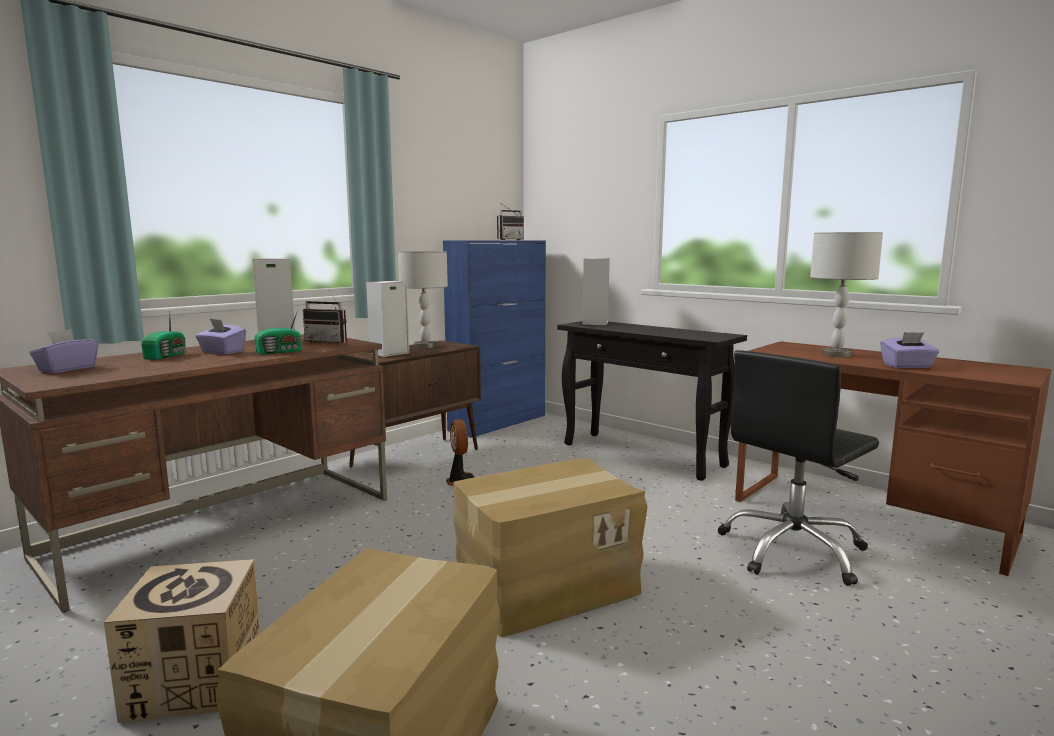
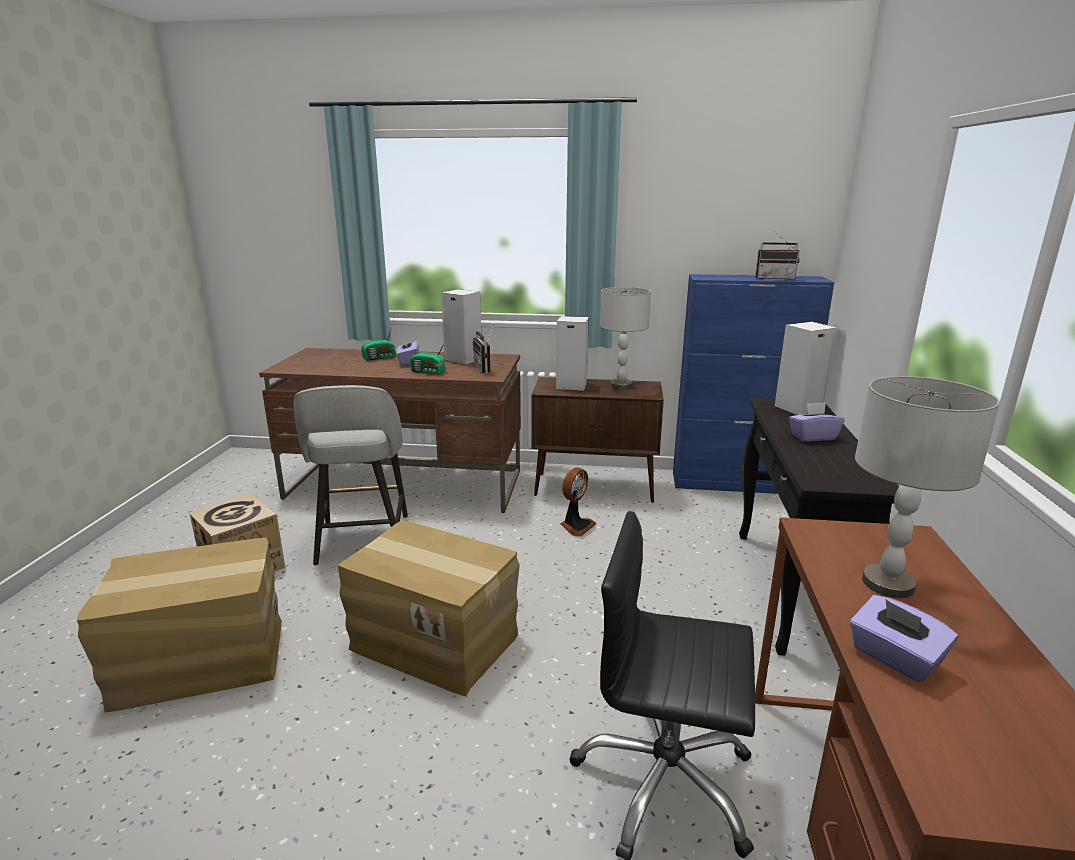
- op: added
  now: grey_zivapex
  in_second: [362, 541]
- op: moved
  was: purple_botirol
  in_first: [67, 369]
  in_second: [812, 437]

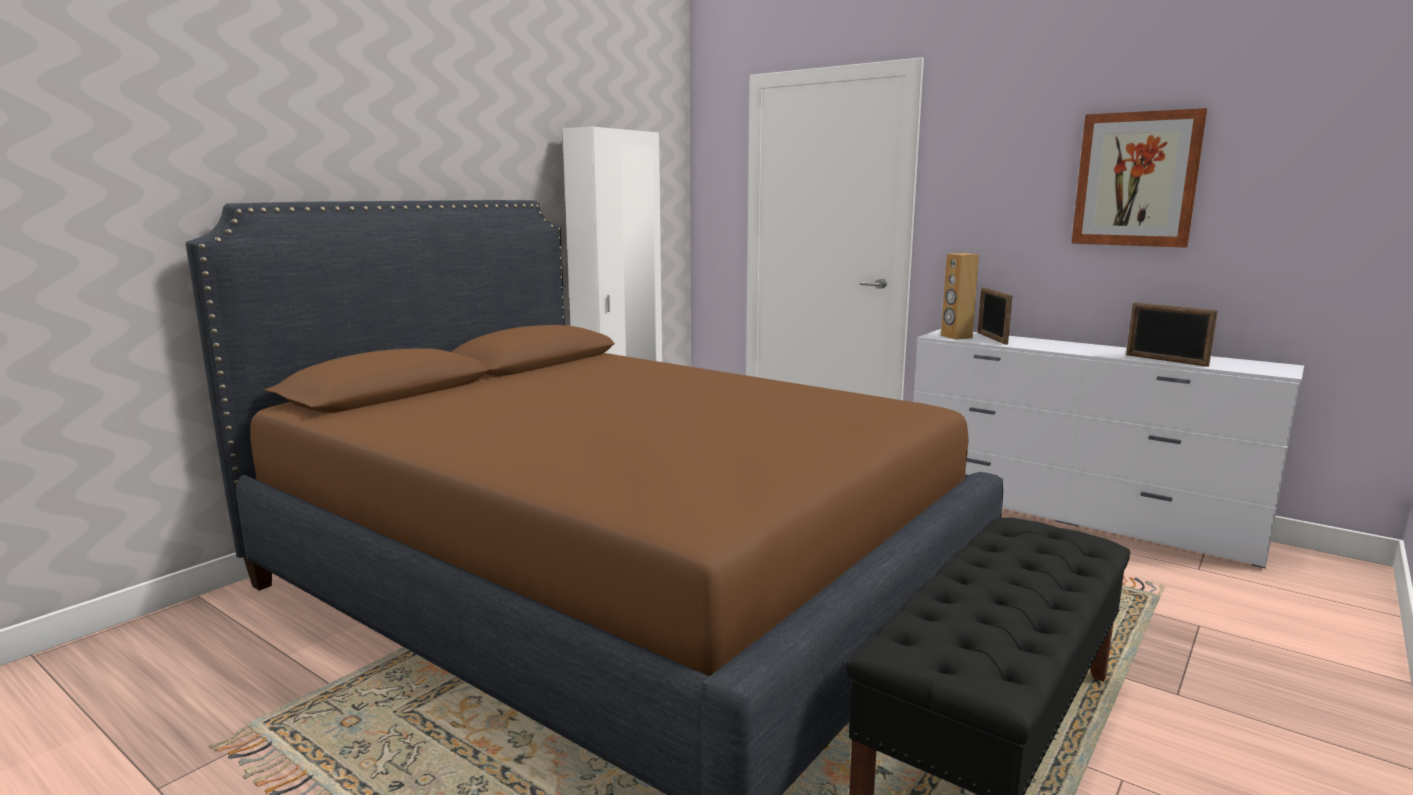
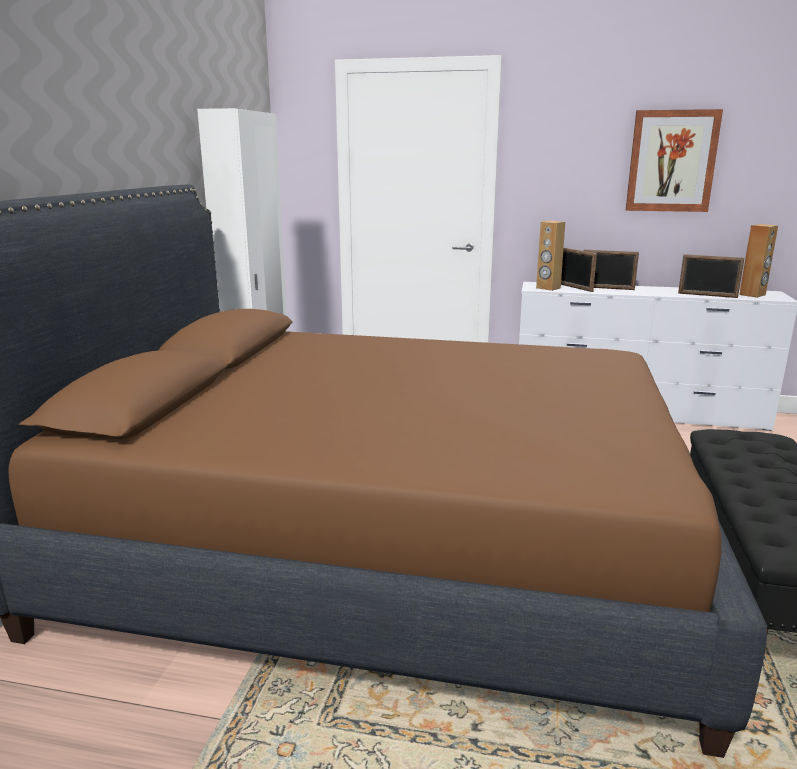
- op: added
  now: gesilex
  in_second: [607, 288]
- op: added
  now: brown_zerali
  in_second: [752, 295]

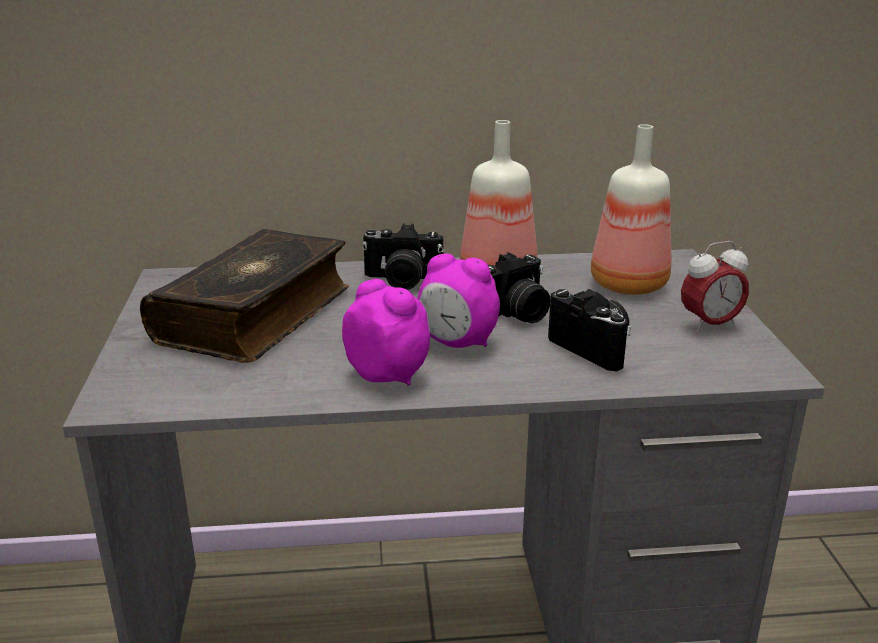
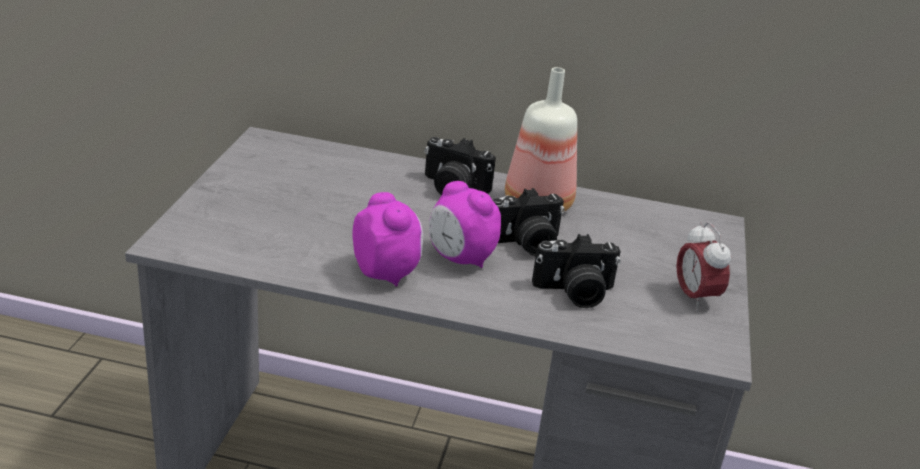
- op: turned
  was: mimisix
  in_first: [595, 348]
  in_second: [574, 293]
  clockwise: 105
- op: turned
  was: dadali
  in_first: [709, 325]
  in_second: [694, 298]
  clockwise: 75
- op: removed
  was: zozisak
  in_first: [257, 315]
- op: removed
  was: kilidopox
  in_first: [629, 286]

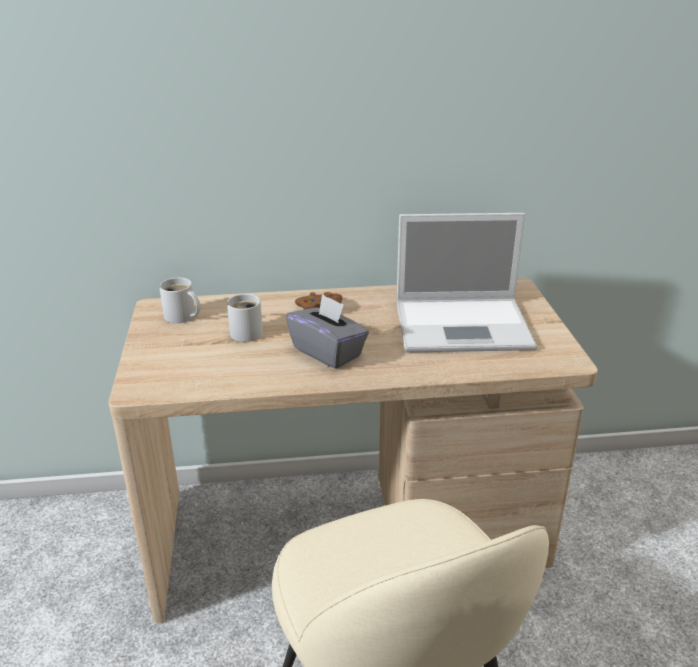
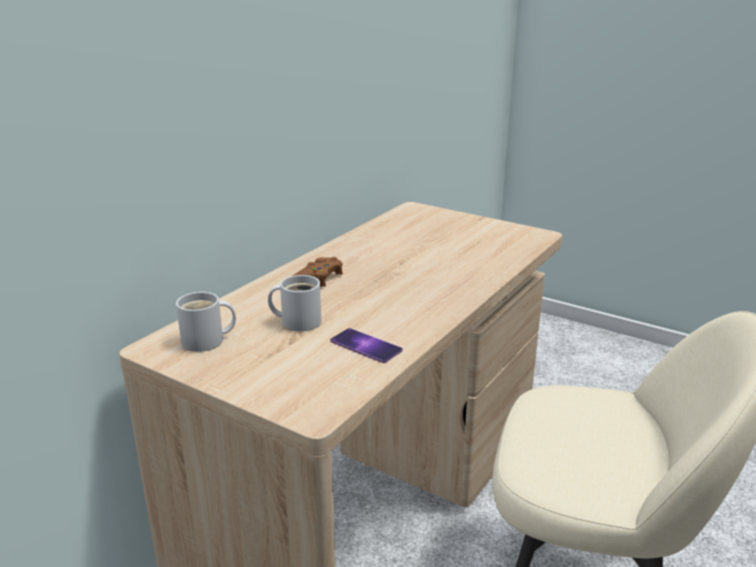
- op: added
  now: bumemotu
  in_second: [366, 346]
- op: removed
  was: grey_botirol
  in_first: [328, 352]
- op: removed
  was: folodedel
  in_first: [465, 325]

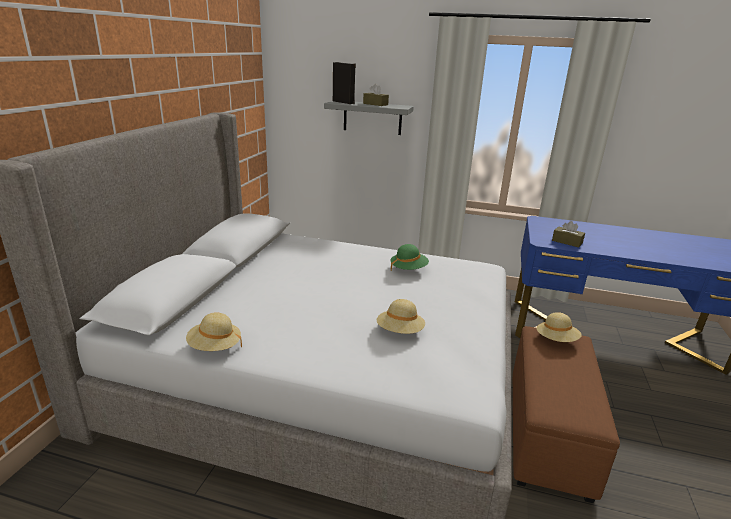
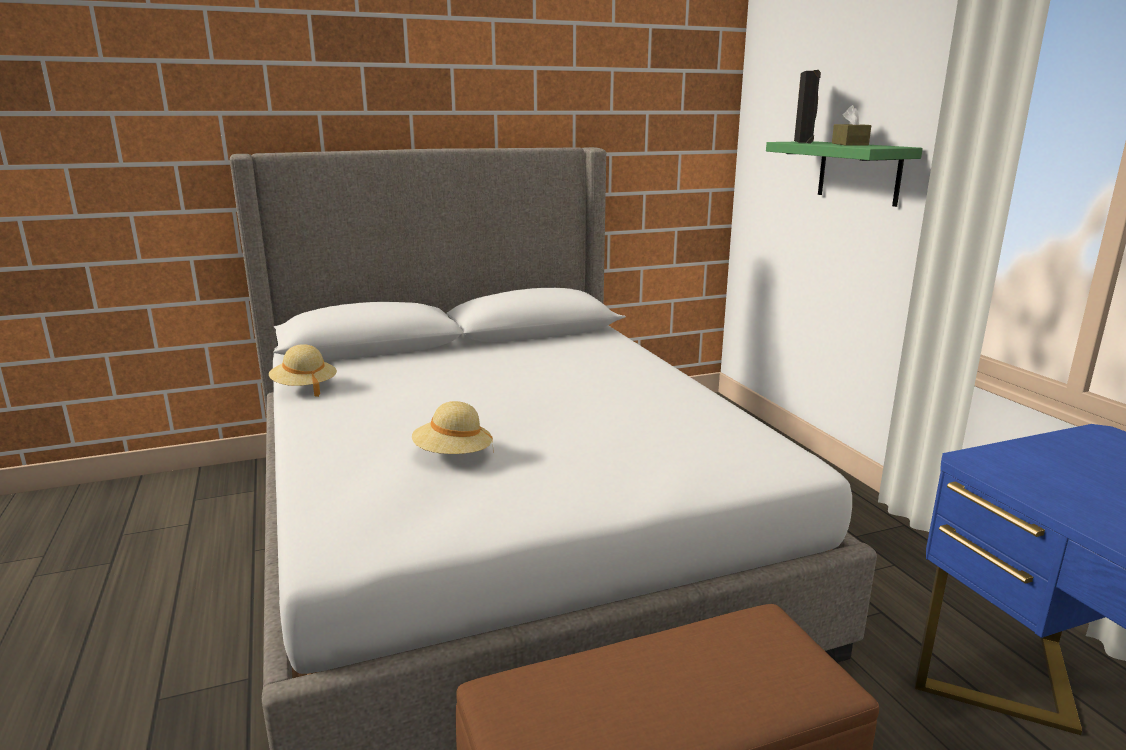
- op: recoloured
  was: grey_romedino
  now: green_romedino
  in_first: [372, 117]
  in_second: [859, 172]
- op: removed
  was: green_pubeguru
  in_first: [408, 269]
- op: removed
  was: beige_pubeguru
  in_first: [556, 340]
- op: removed
  was: brown_botirol
  in_first: [567, 242]

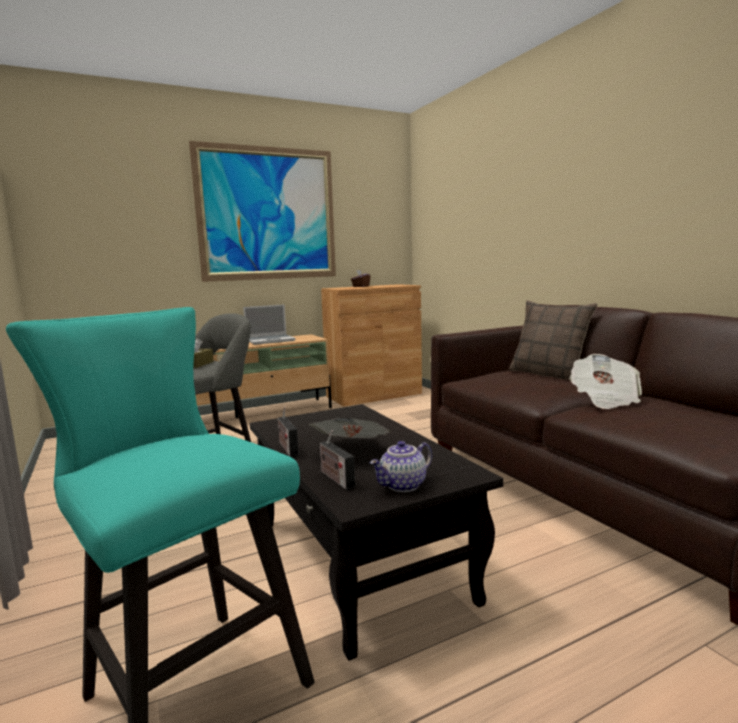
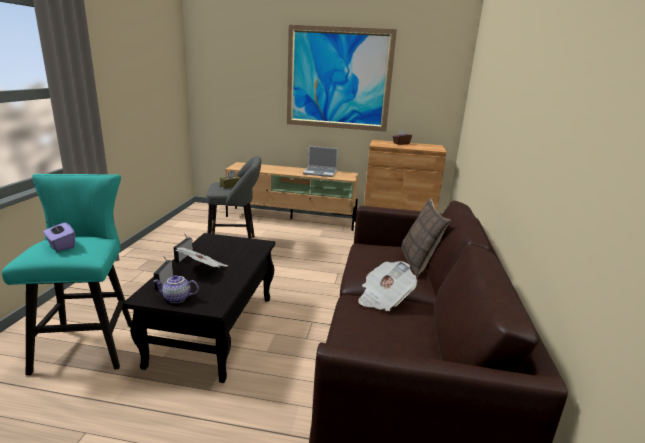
- op: added
  now: purple_botirol
  in_second: [61, 245]

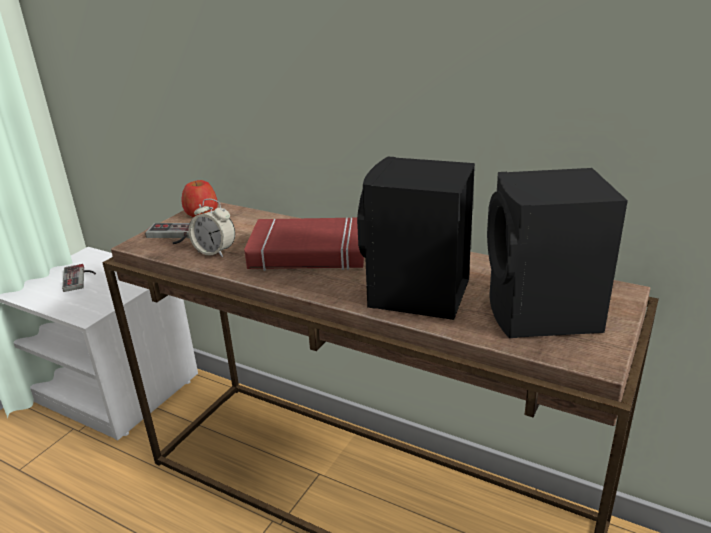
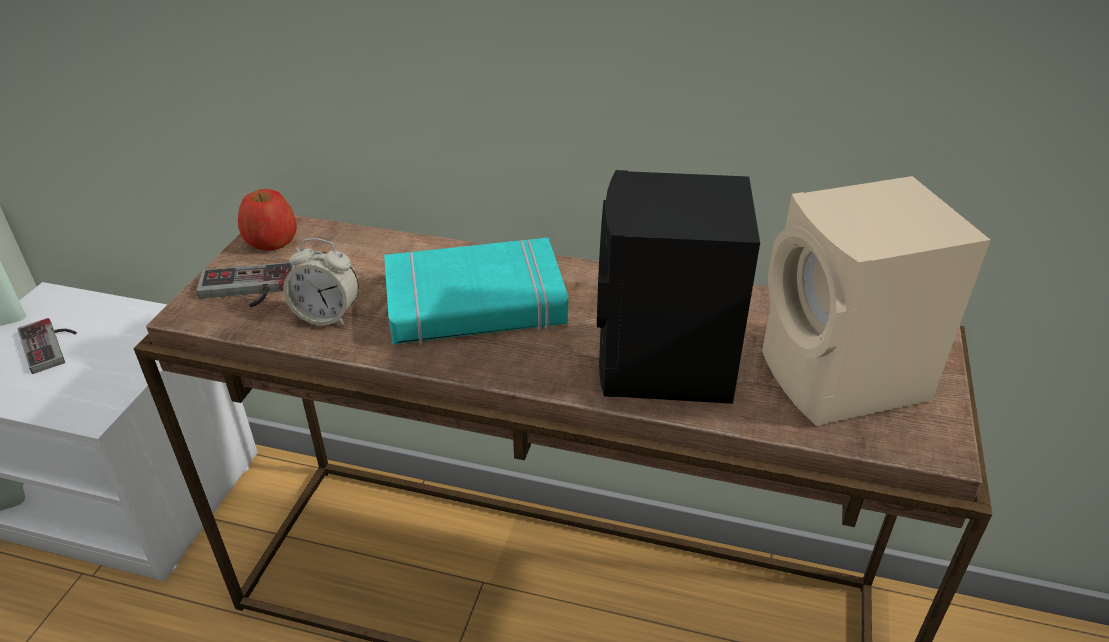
- op: recoloured
  was: red_zozisak
  now: turquoise_zozisak
  in_first: [308, 253]
  in_second: [475, 303]
- op: recoloured
  was: black_zerali
  now: beige_zerali
  in_first: [542, 315]
  in_second: [844, 380]

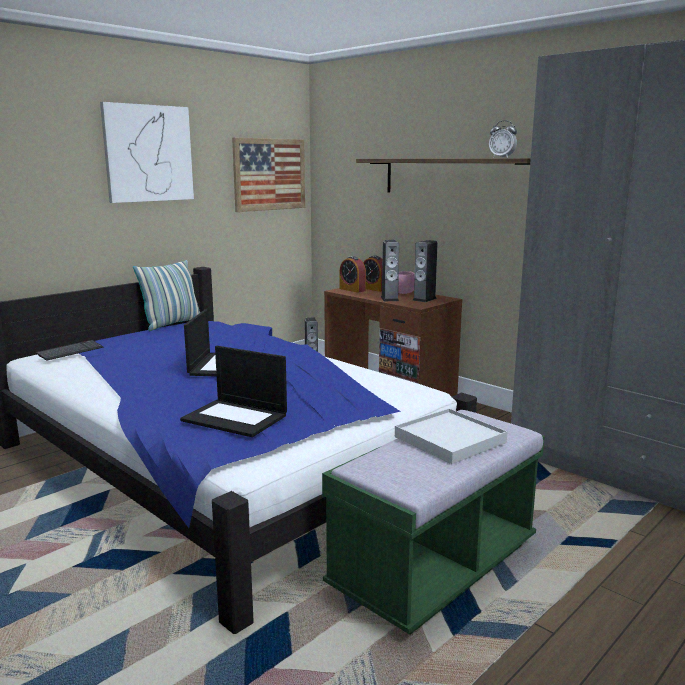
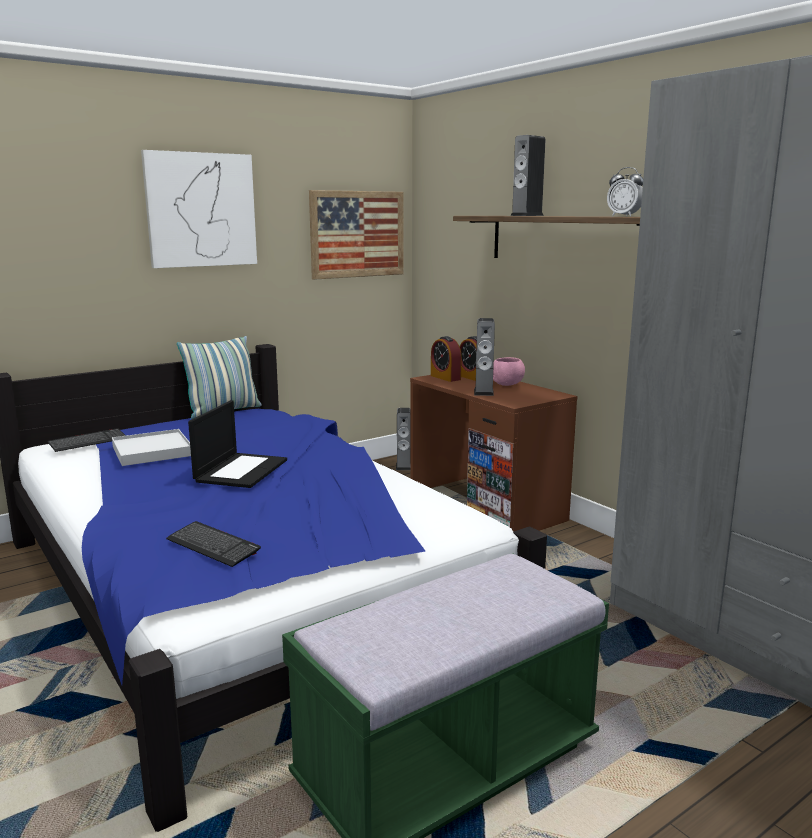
- op: moved
  was: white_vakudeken
  in_first: [449, 439]
  in_second: [152, 451]
- op: replaced
  was: folodedel
  now: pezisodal
  in_first: [236, 418]
  in_second: [213, 546]
- op: moved
  was: zerali
  in_first: [424, 299]
  in_second: [527, 215]

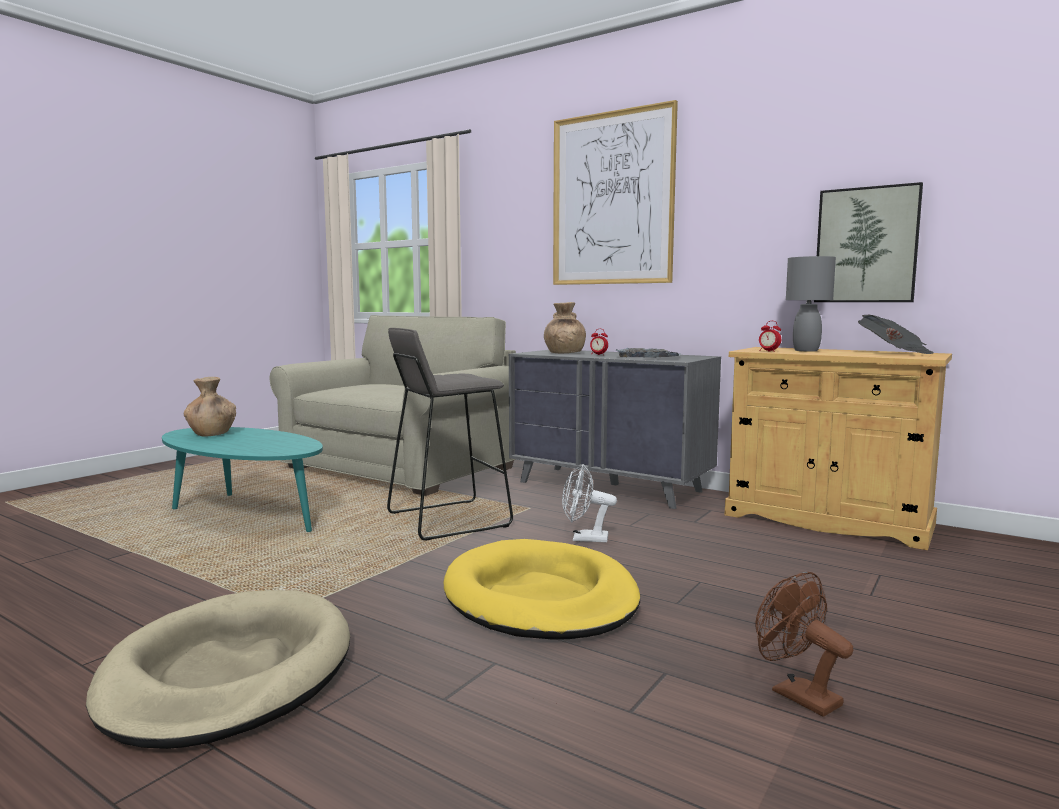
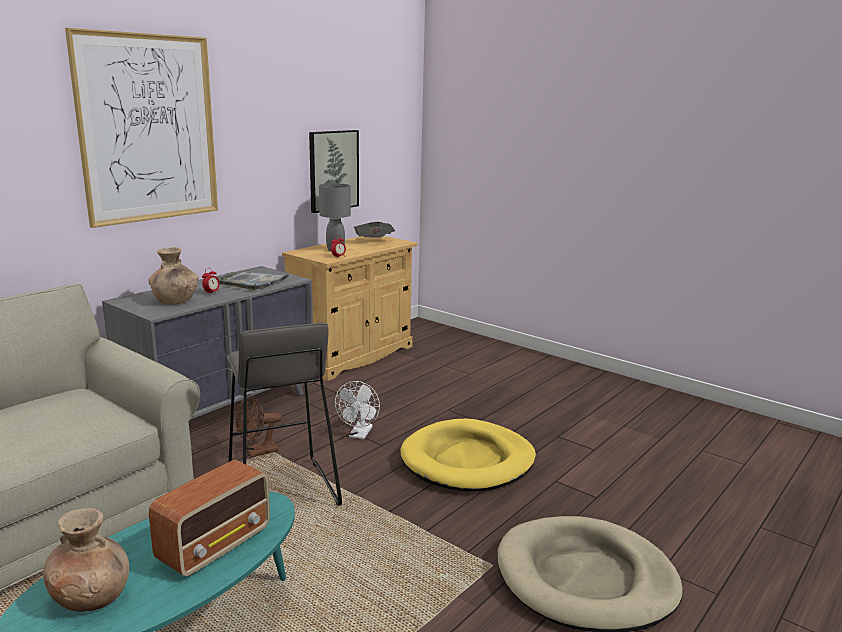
- op: added
  now: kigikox
  in_second: [216, 545]
- op: moved
  was: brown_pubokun
  in_first: [796, 694]
  in_second: [257, 452]

